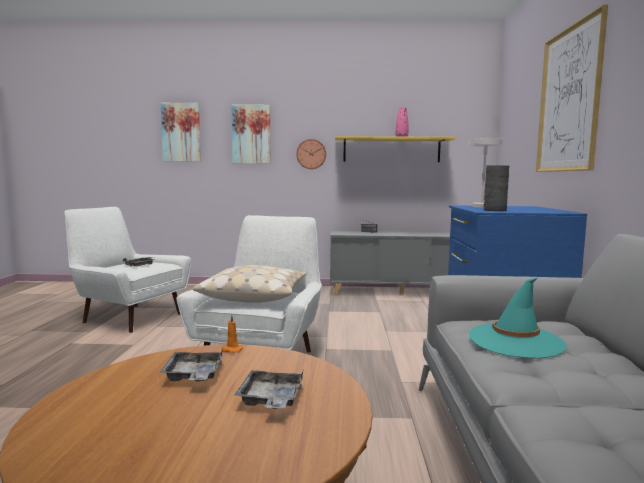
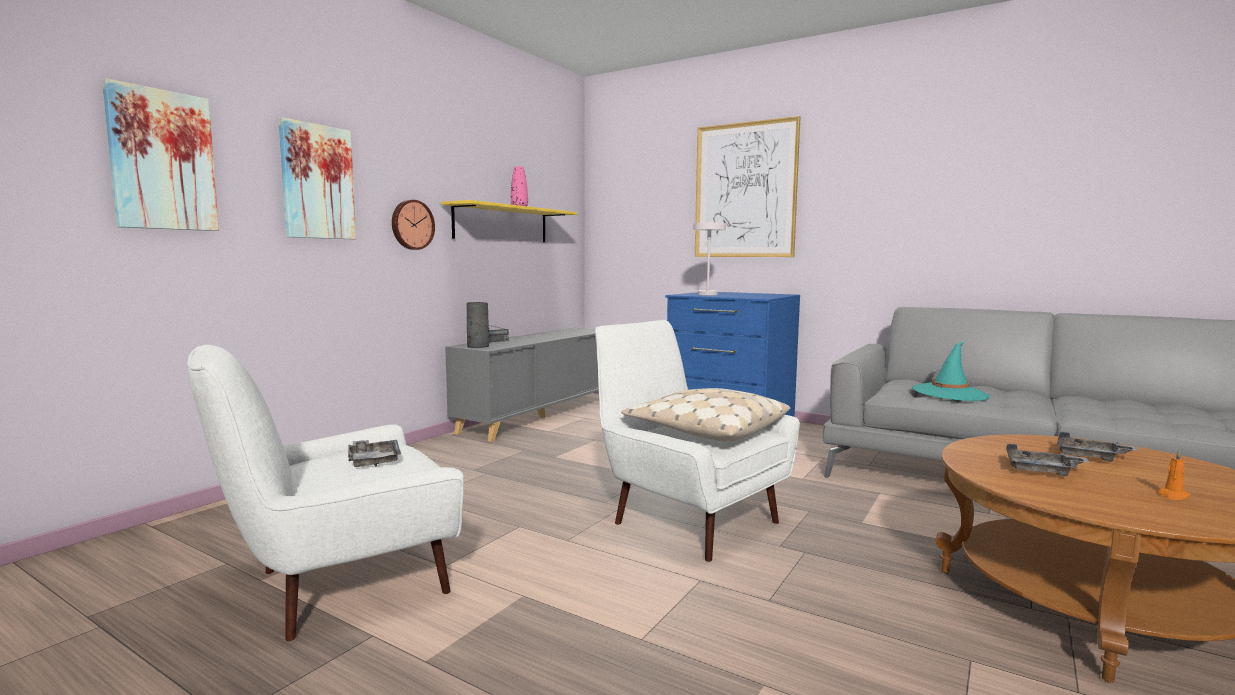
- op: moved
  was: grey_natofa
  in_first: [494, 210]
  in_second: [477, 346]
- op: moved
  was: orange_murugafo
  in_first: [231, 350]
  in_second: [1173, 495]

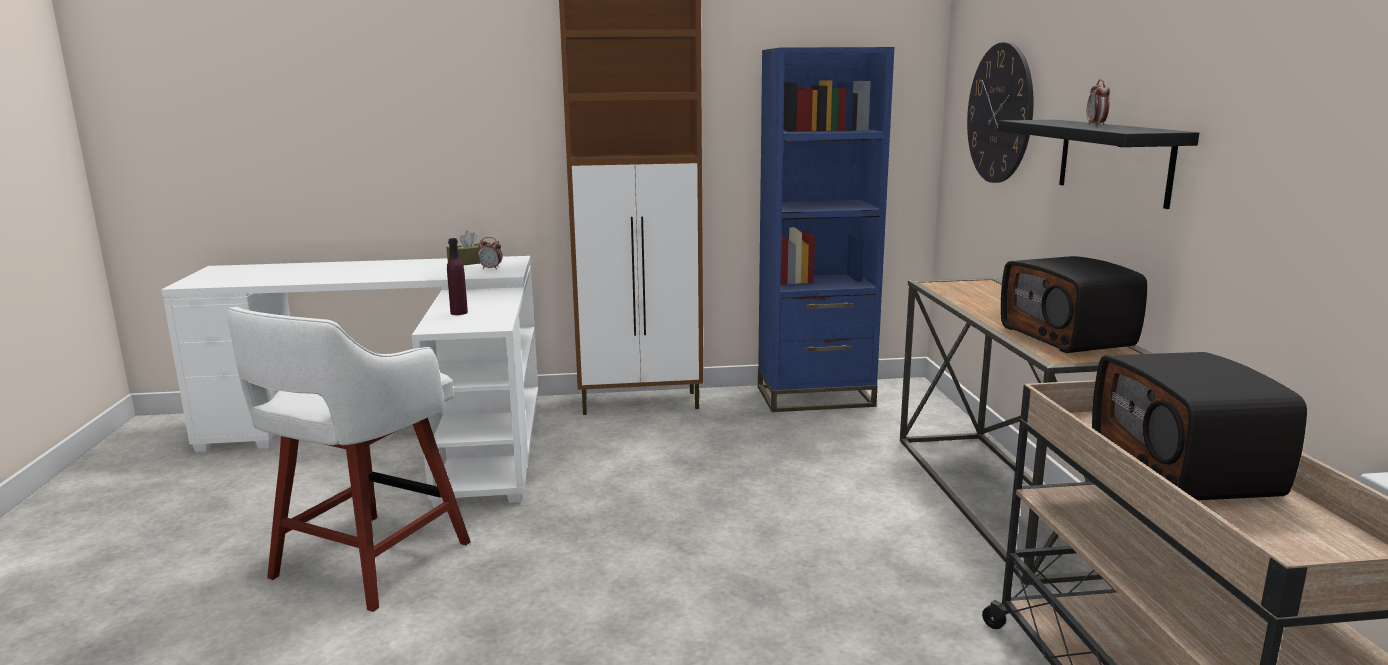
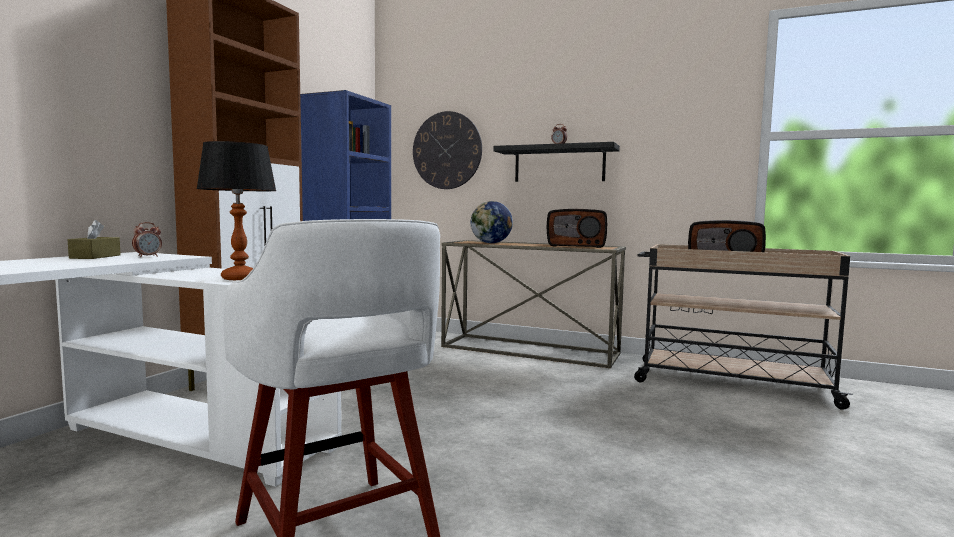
- op: replaced
  was: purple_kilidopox
  now: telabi
  in_first: [459, 313]
  in_second: [240, 278]
- op: added
  now: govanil
  in_second: [491, 243]

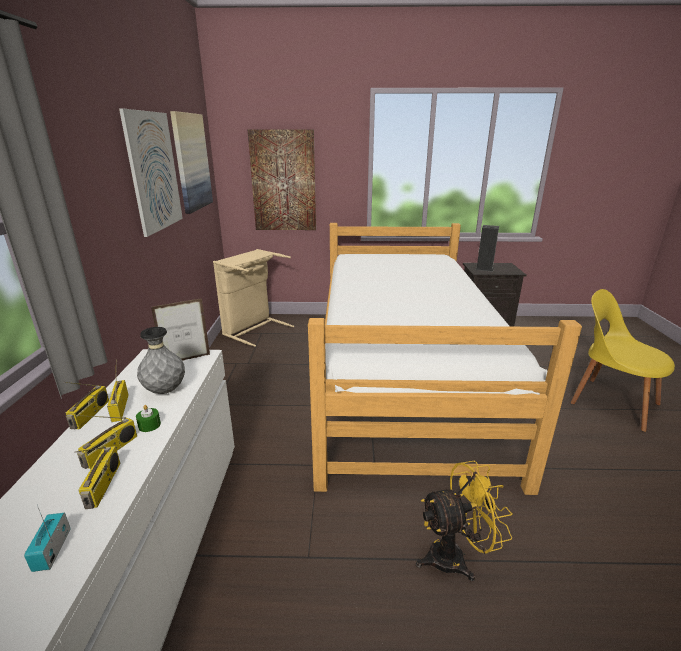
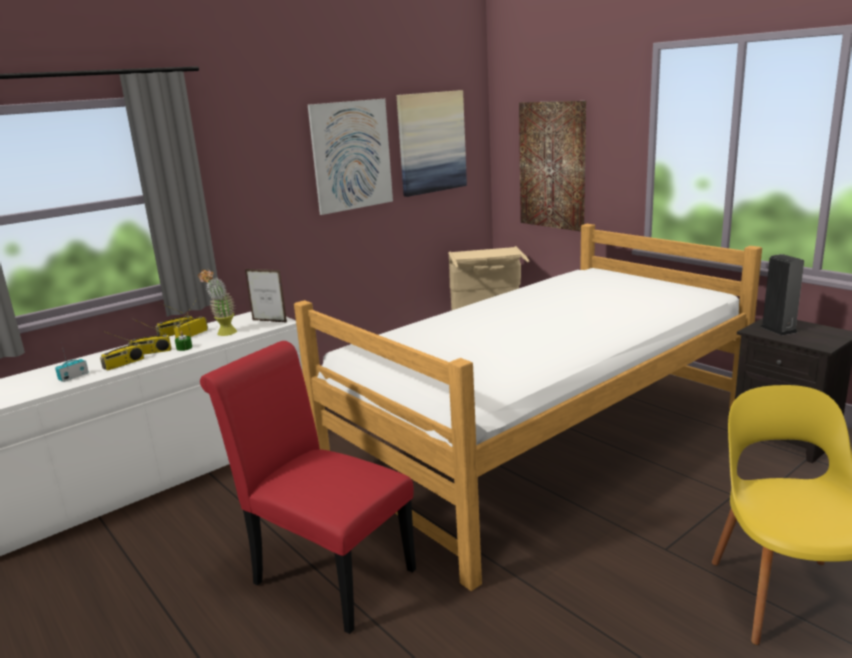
- op: replaced
  was: grey_natofa
  now: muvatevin
  in_first: [165, 391]
  in_second: [224, 334]
- op: replaced
  was: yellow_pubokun
  now: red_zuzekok
  in_first: [455, 556]
  in_second: [325, 573]

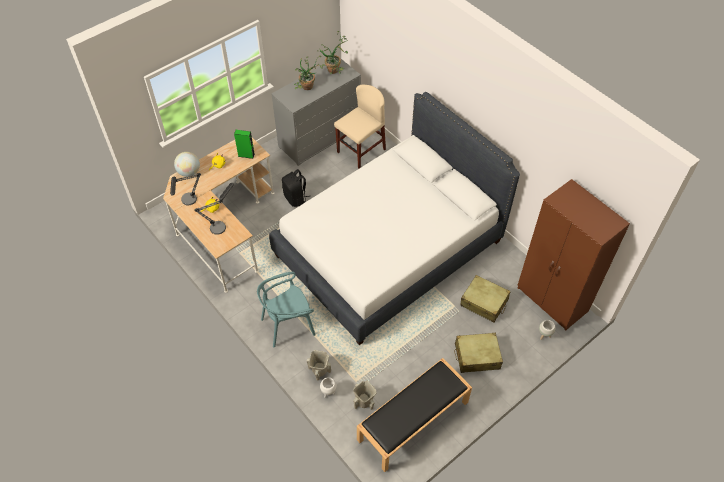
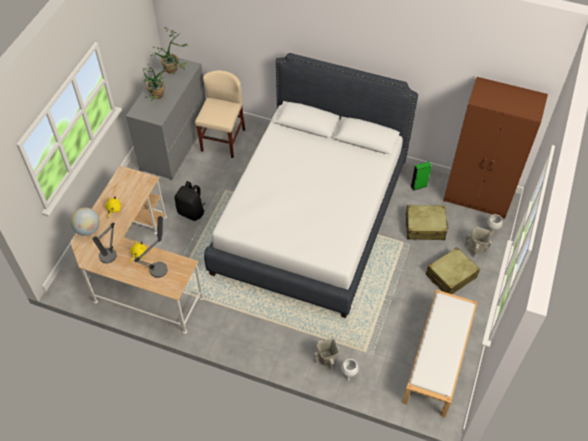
- op: recoloured
  was: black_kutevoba
  now: white_kutevoba
  in_first: [413, 421]
  in_second: [437, 360]
- op: moved
  was: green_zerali
  in_first: [246, 155]
  in_second: [418, 186]
- op: moved
  was: beige_natofa
  in_first: [364, 402]
  in_second: [476, 249]
- op: removed
  was: turquoise_zuzekok
  in_first: [288, 325]

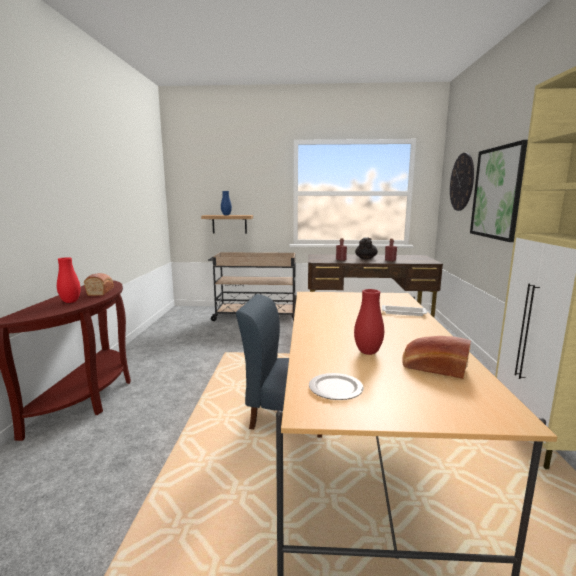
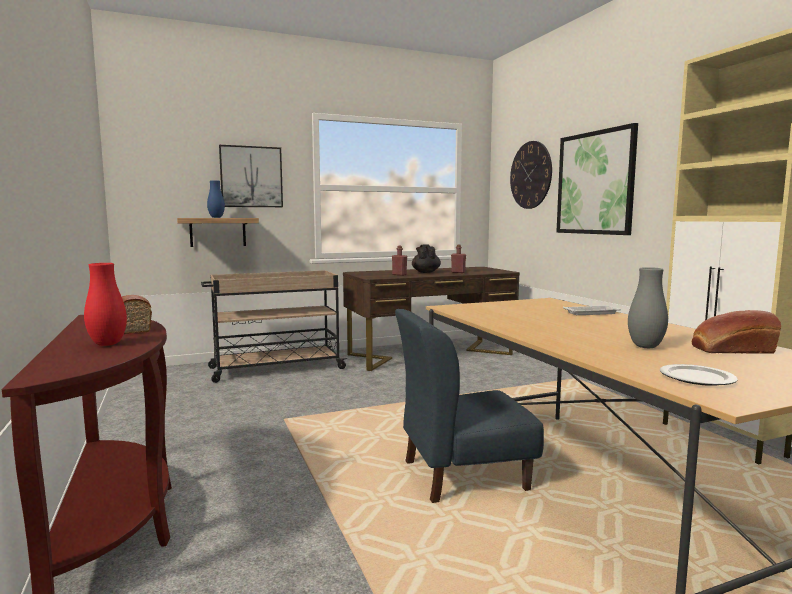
- op: added
  now: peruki
  in_second: [251, 177]
- op: recoloured
  was: red_natofa
  now: grey_natofa
  in_first: [368, 352]
  in_second: [645, 346]

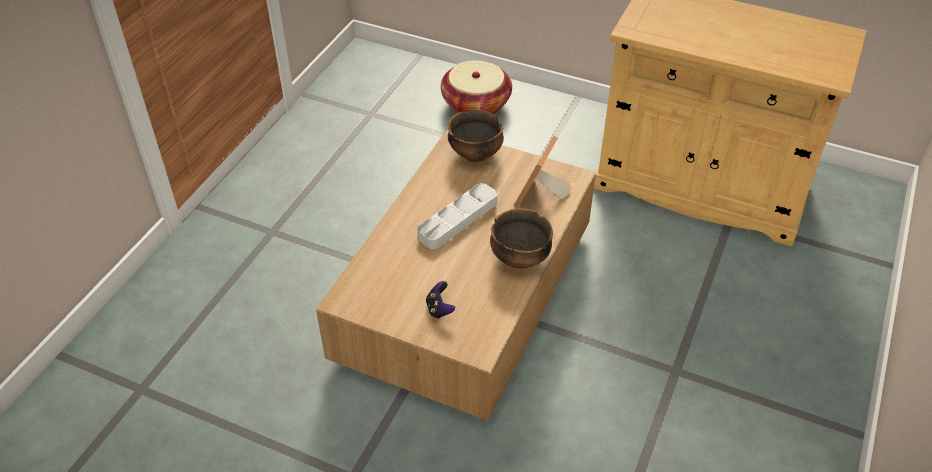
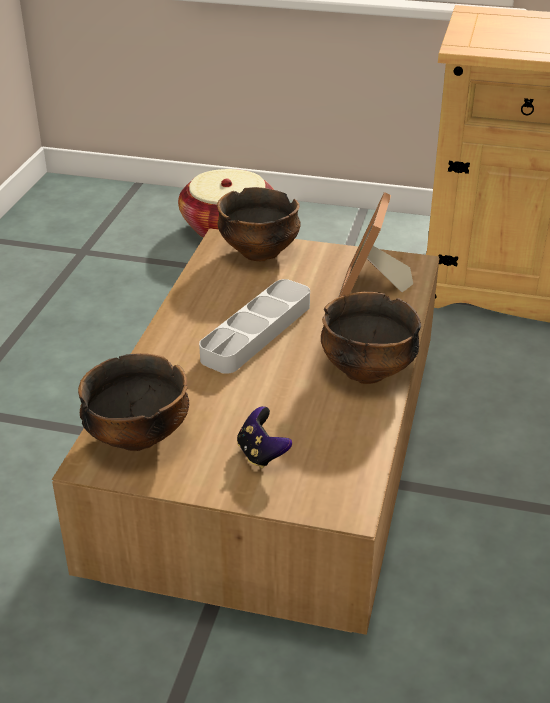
- op: added
  now: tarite
  in_second: [137, 437]

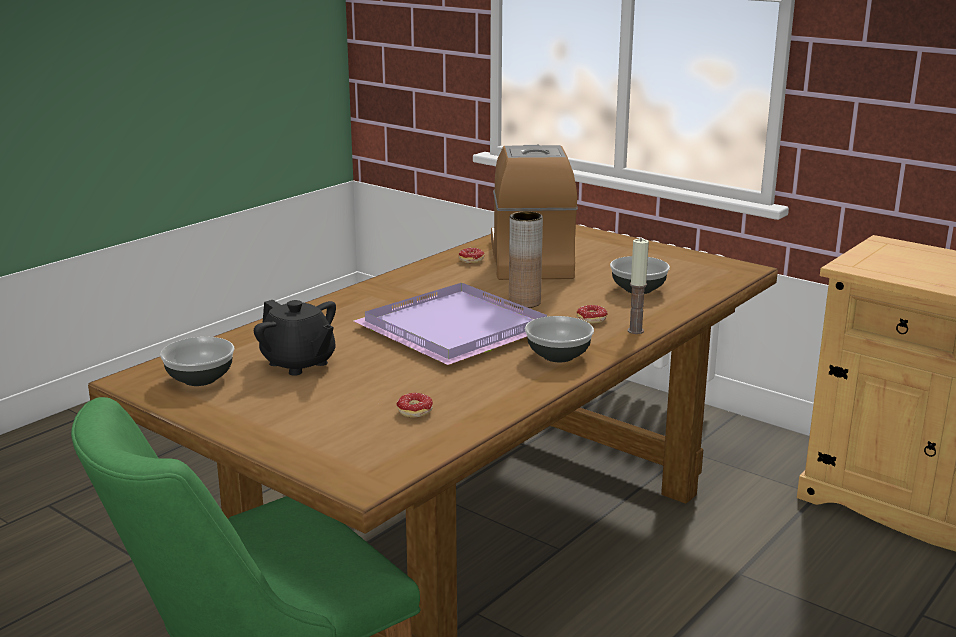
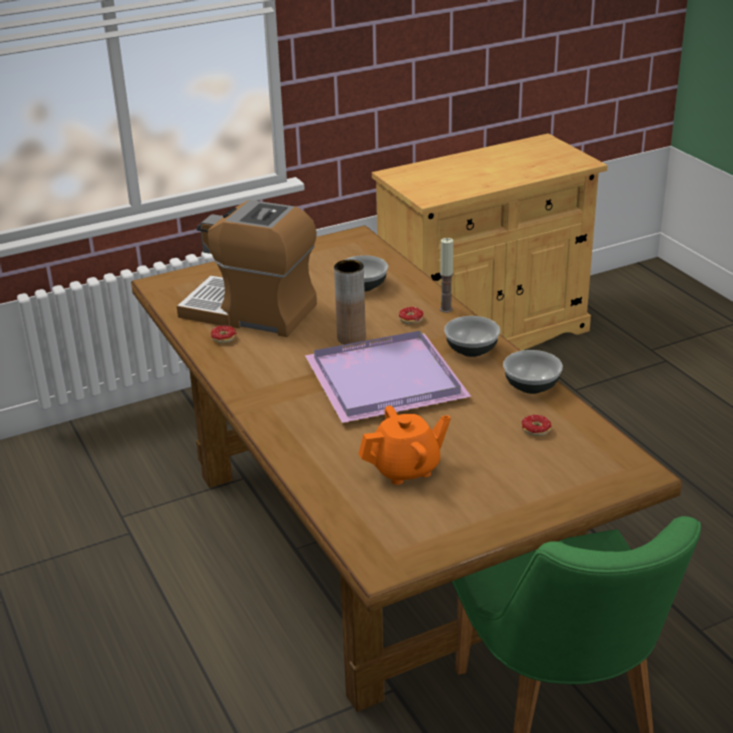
- op: recoloured
  was: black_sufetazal
  now: orange_sufetazal
  in_first: [298, 363]
  in_second: [406, 469]
- op: moved
  was: tarite
  in_first: [201, 379]
  in_second: [531, 386]

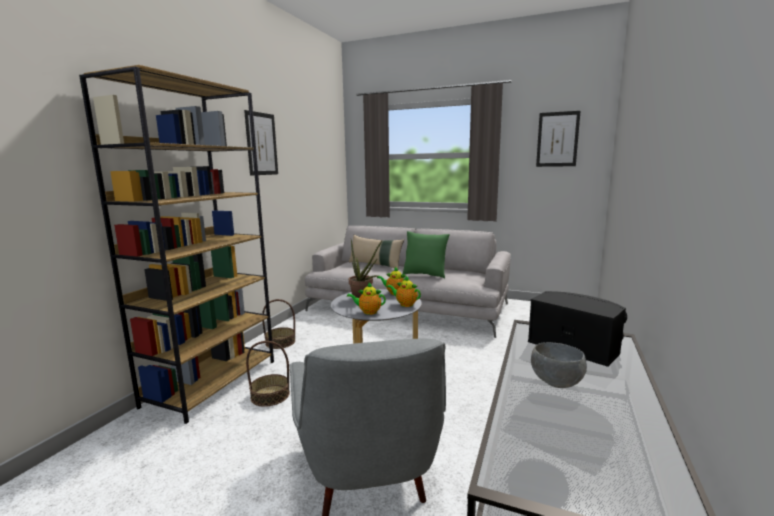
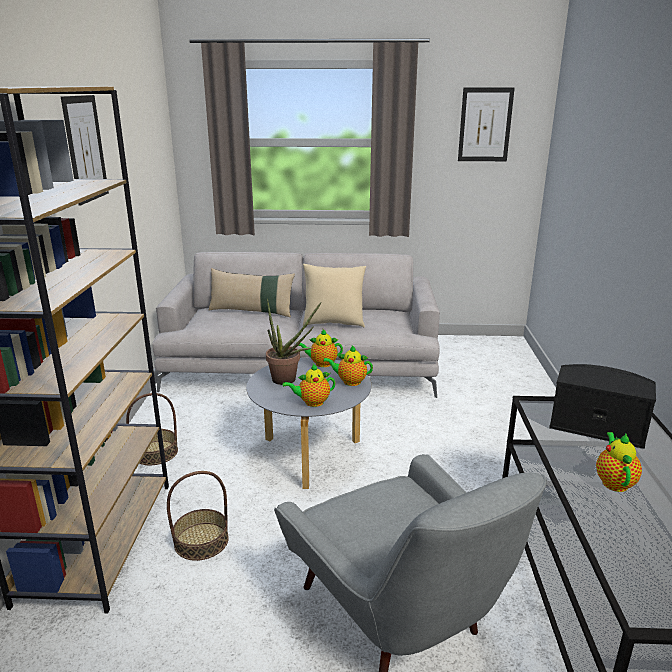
- op: recoloured
  was: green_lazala
  now: beige_lazala
  in_first: [425, 275]
  in_second: [333, 323]
- op: replaced
  was: grey_tarite
  now: sufetazal
  in_first: [556, 383]
  in_second: [614, 482]

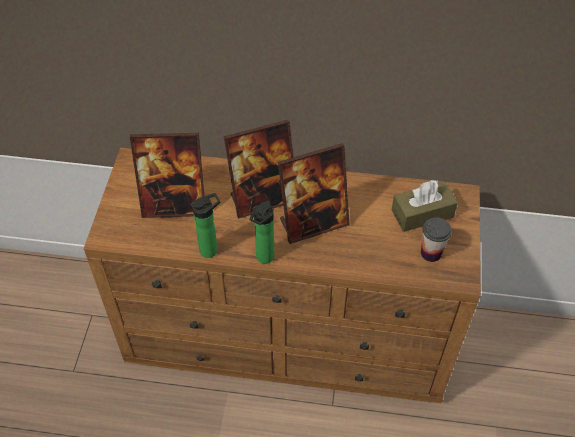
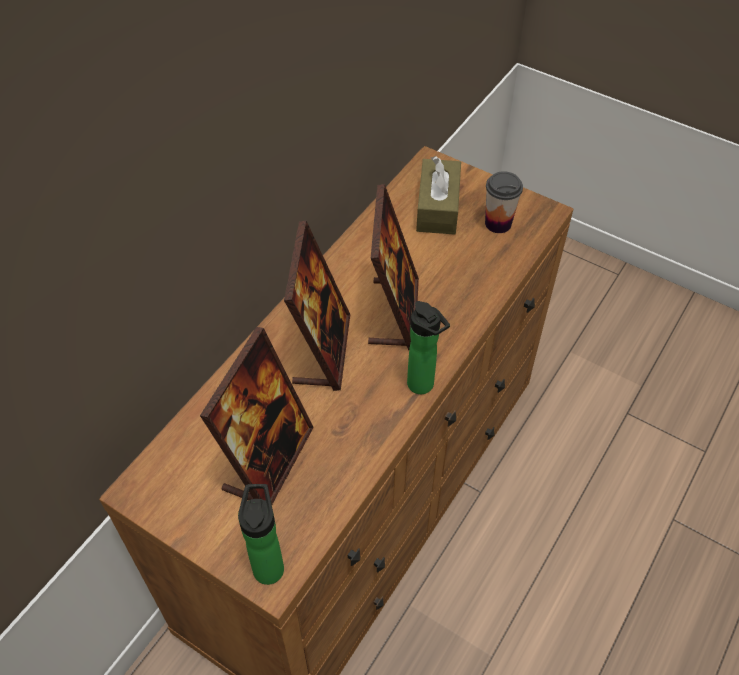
- op: moved
  was: kilidopox
  in_first: [211, 249]
  in_second: [268, 565]

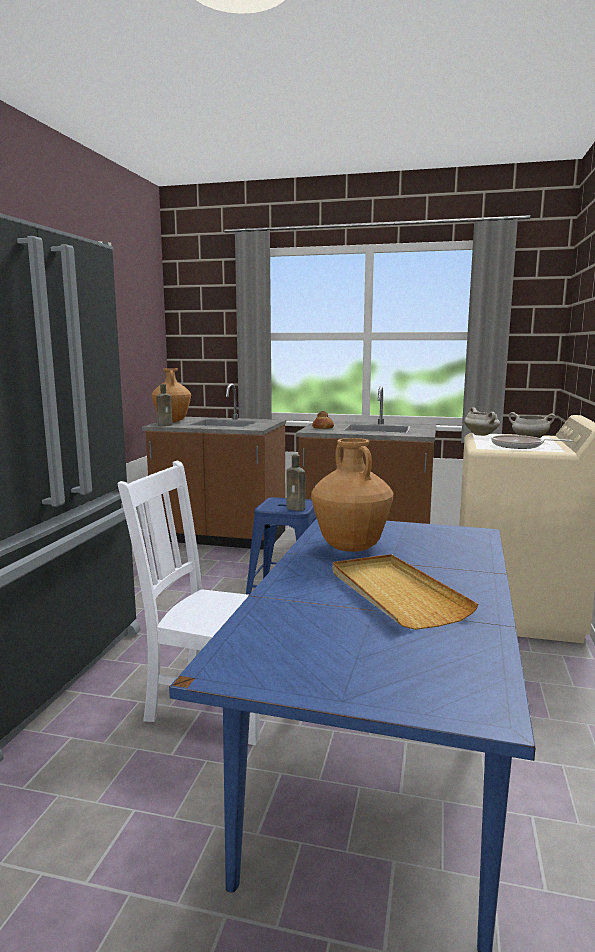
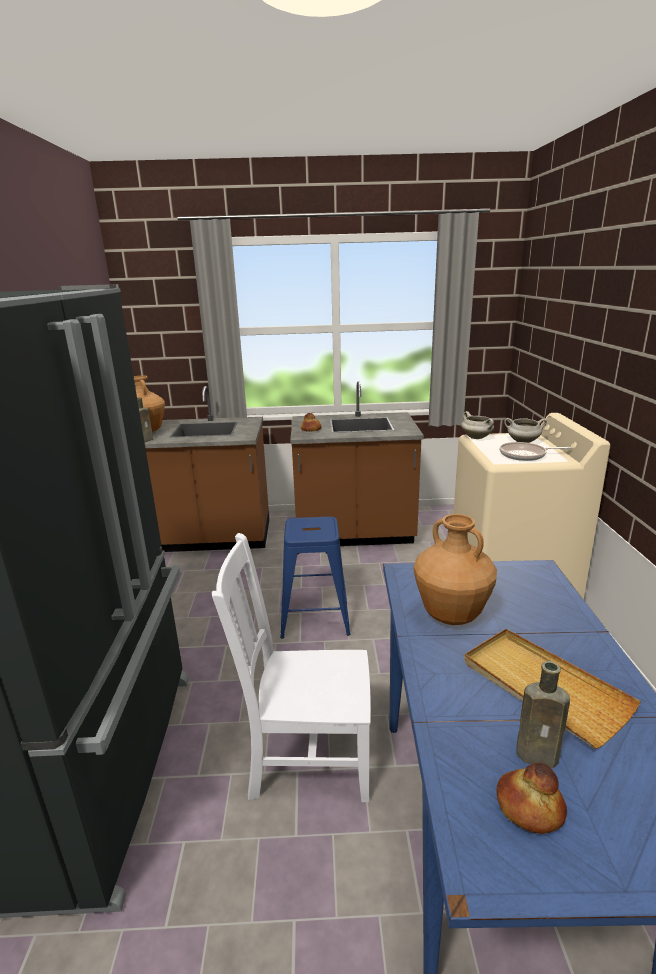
- op: added
  now: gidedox
  in_second: [529, 807]
- op: moved
  was: brown_kilidopox
  in_first: [297, 509]
  in_second: [540, 756]

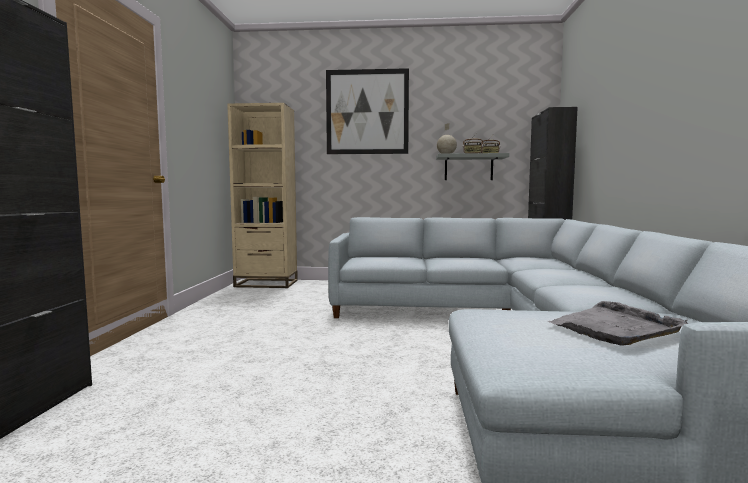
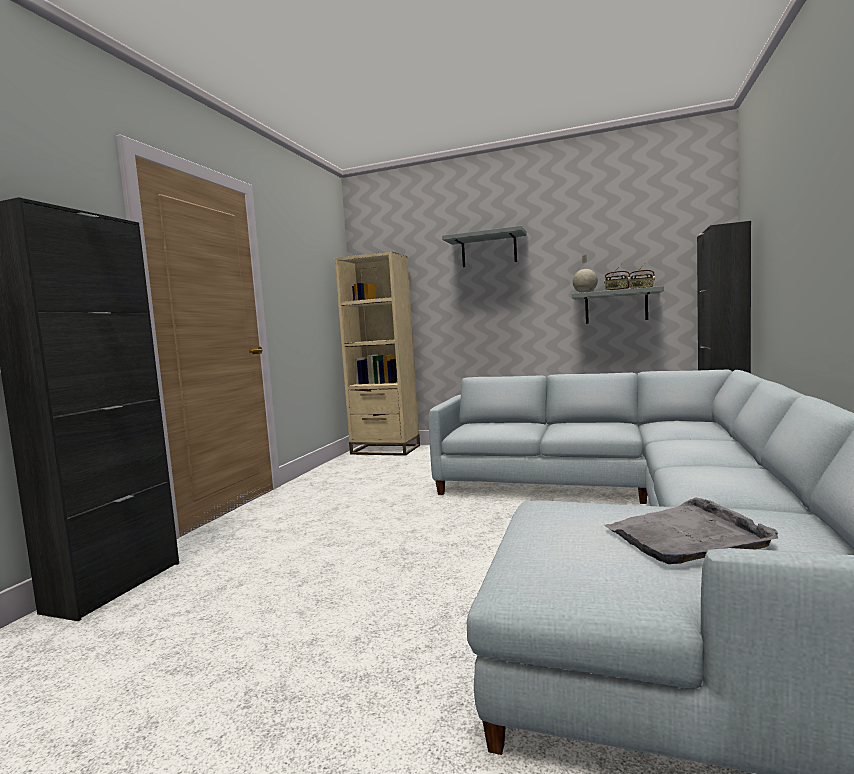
- op: replaced
  was: peruki
  now: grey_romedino
  in_first: [367, 112]
  in_second: [489, 250]

